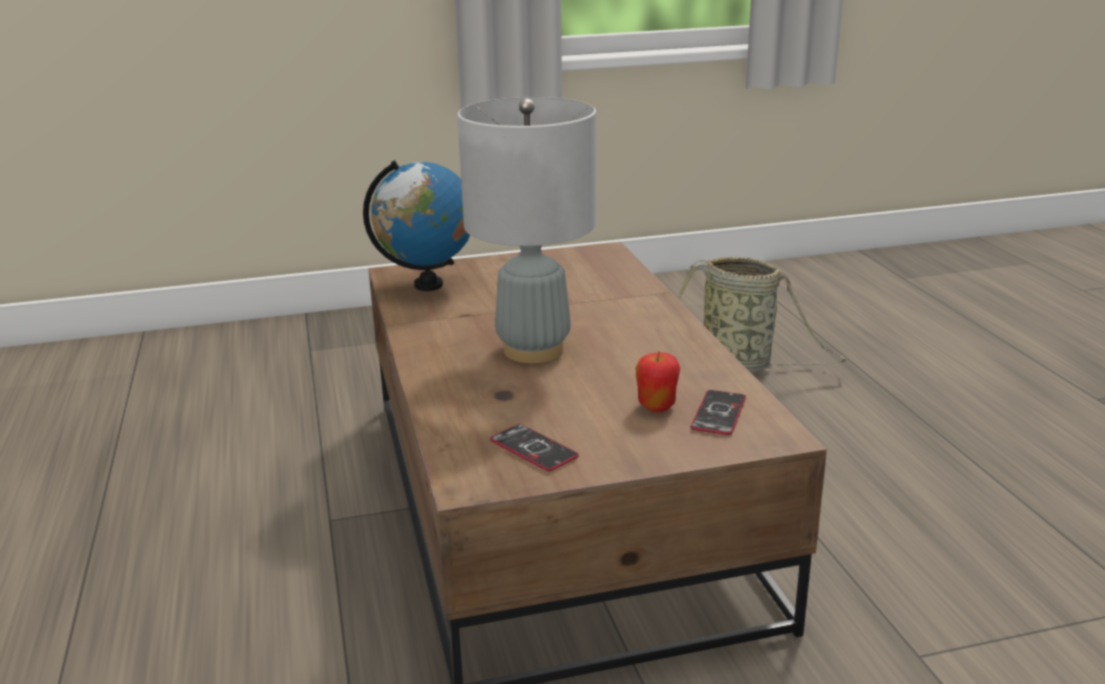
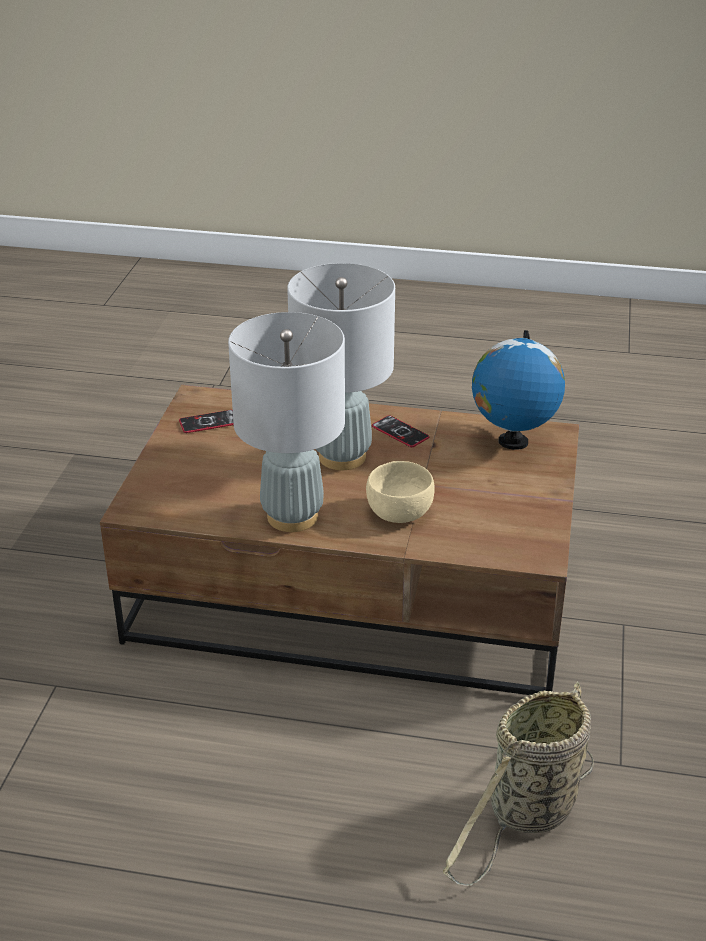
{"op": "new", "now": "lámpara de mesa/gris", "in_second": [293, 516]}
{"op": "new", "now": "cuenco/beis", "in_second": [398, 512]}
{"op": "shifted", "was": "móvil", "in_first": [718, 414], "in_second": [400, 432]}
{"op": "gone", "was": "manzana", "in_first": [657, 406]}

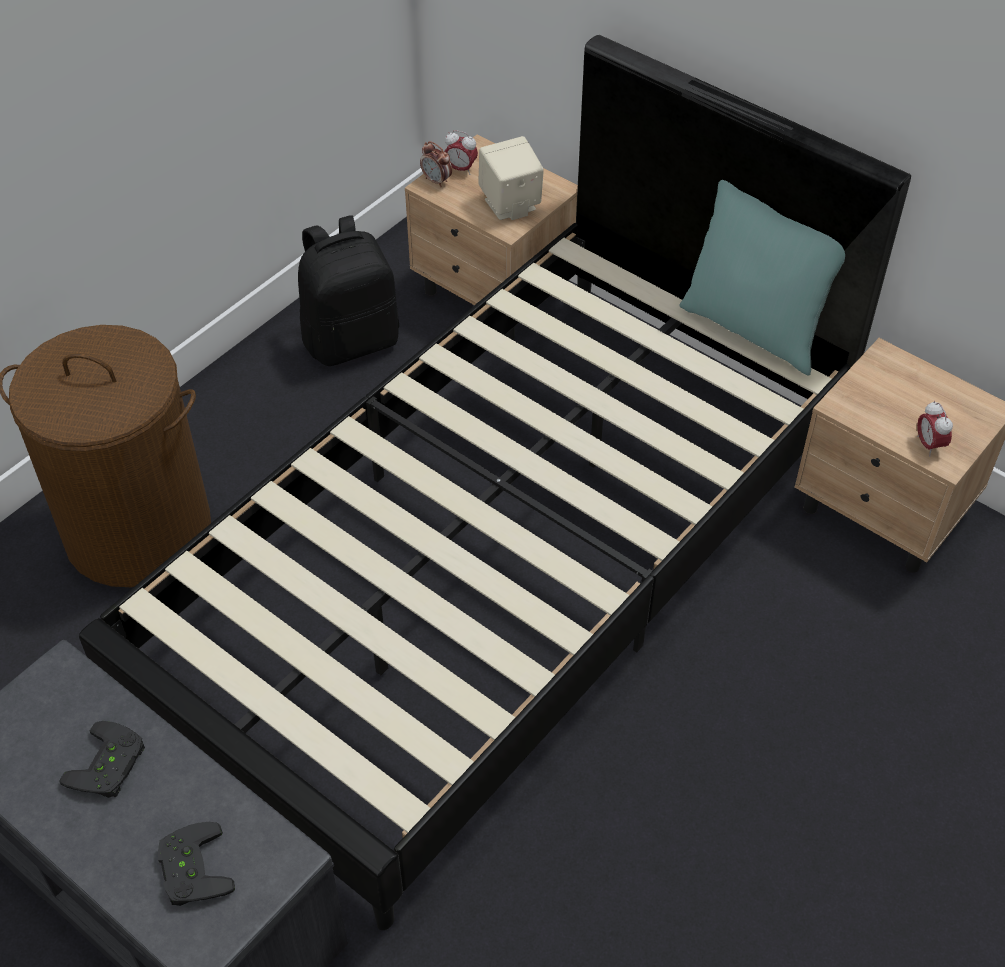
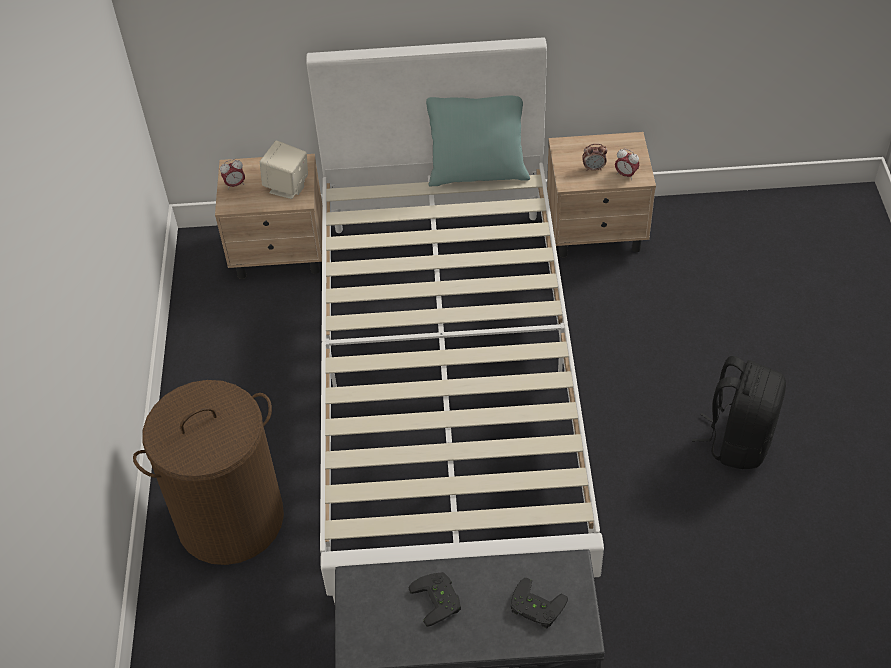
{"op": "repainted", "was": "cama/negro", "now": "cama/blanco", "in_first": [503, 563], "in_second": [448, 387]}
{"op": "shifted", "was": "despertador", "in_first": [436, 181], "in_second": [594, 168]}
{"op": "shifted", "was": "mochila/negro", "in_first": [352, 340], "in_second": [737, 440]}

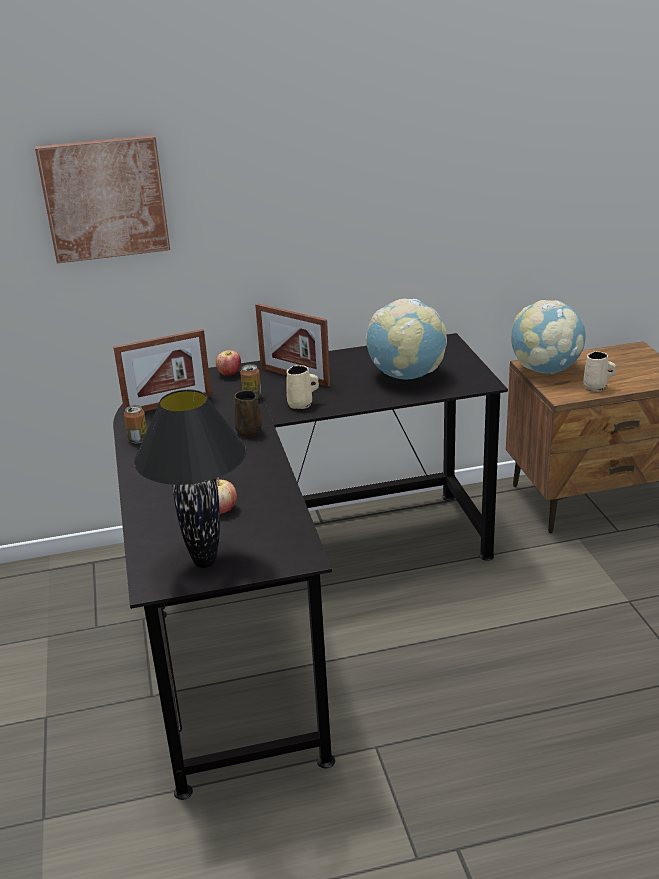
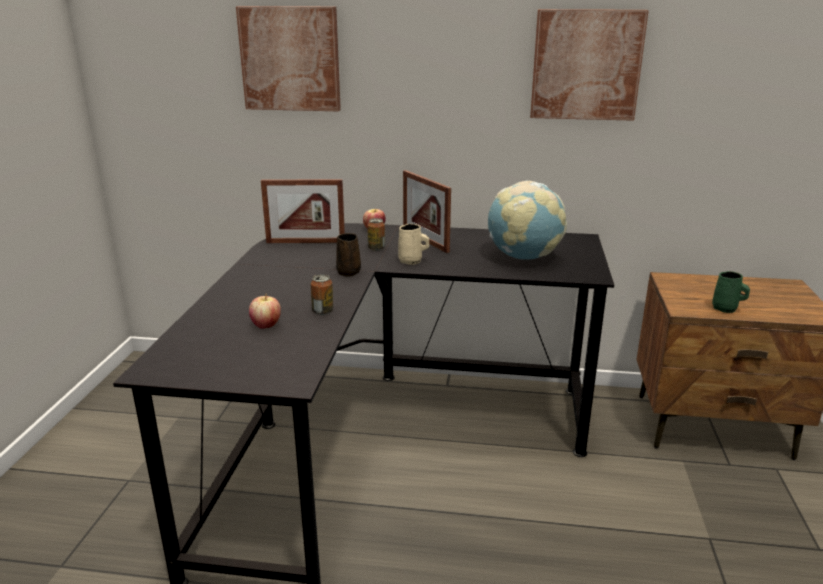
{"op": "shifted", "was": "lata", "in_first": [138, 439], "in_second": [322, 311]}
{"op": "new", "now": "cuadro", "in_second": [586, 65]}
{"op": "repainted", "was": "taza grande/beis", "now": "taza grande/verde", "in_first": [596, 387], "in_second": [726, 309]}
{"op": "gone", "was": "lámpara de mesa/negro", "in_first": [203, 562]}
{"op": "gone", "was": "globo terráqueo", "in_first": [545, 370]}

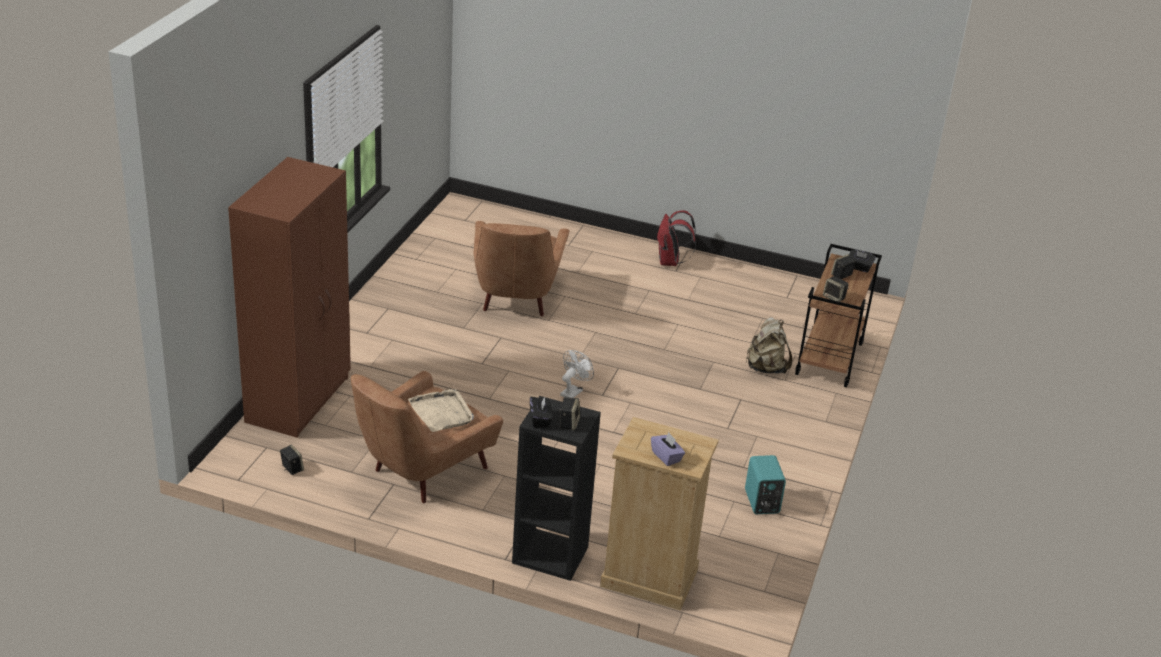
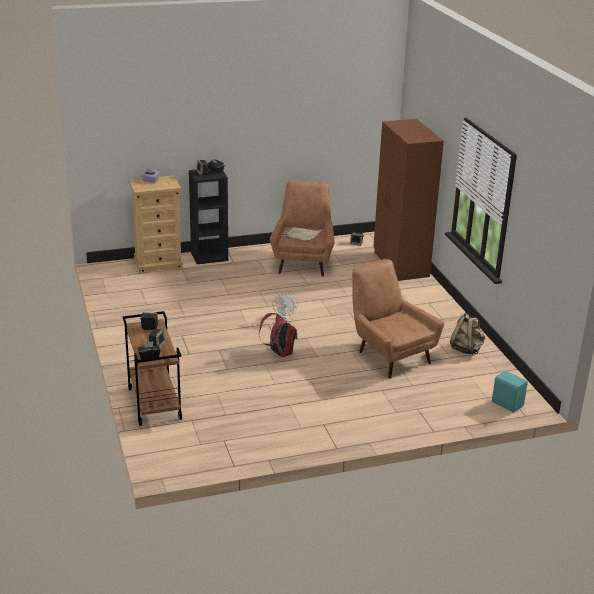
{"op": "shifted", "was": "mochila/rojo", "in_first": [670, 262], "in_second": [279, 353]}
{"op": "shifted", "was": "mochila/beis", "in_first": [766, 368], "in_second": [466, 349]}
{"op": "shifted", "was": "altavoz/turquesa", "in_first": [761, 502], "in_second": [507, 403]}

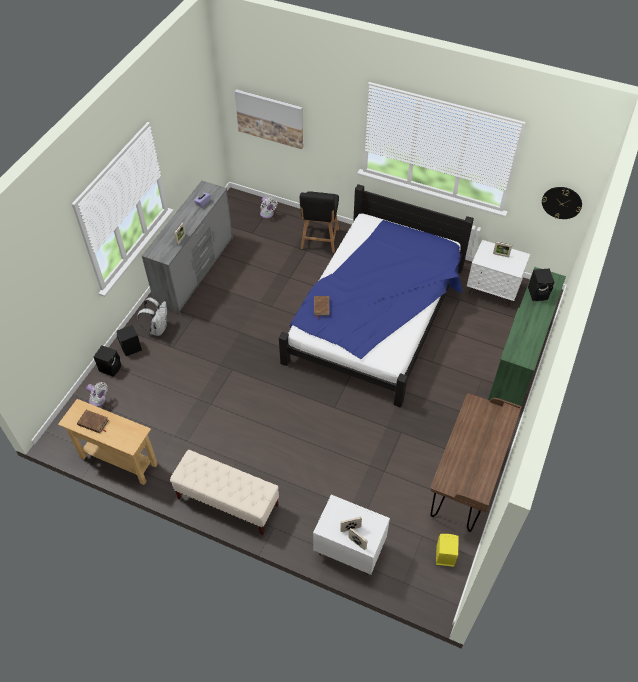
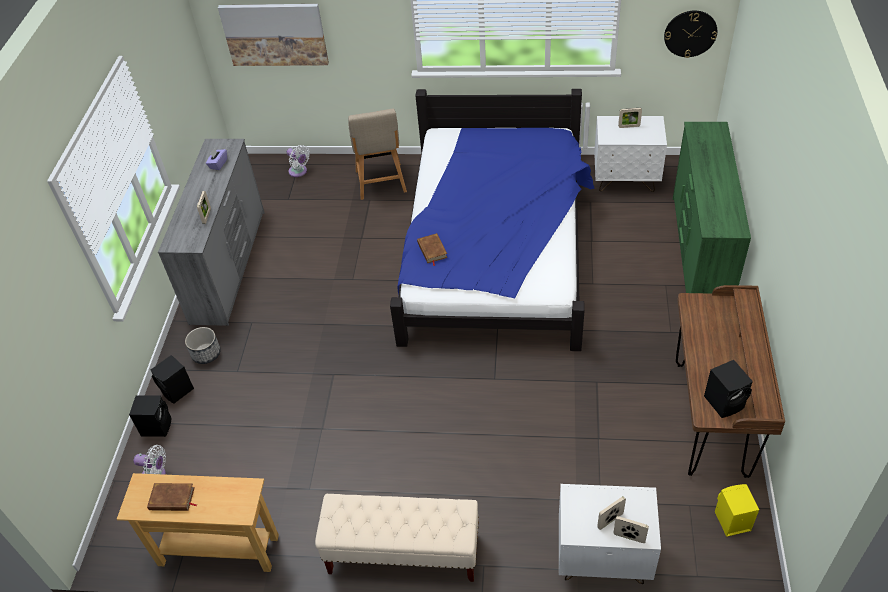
{"op": "swapped", "was": "mochila/blanco", "now": "maceta", "in_first": [158, 328], "in_second": [206, 353]}
{"op": "repainted", "was": "silla/negro", "now": "silla/beis", "in_first": [319, 240], "in_second": [381, 183]}
{"op": "shifted", "was": "altavoz/negro", "in_first": [538, 293], "in_second": [725, 402]}

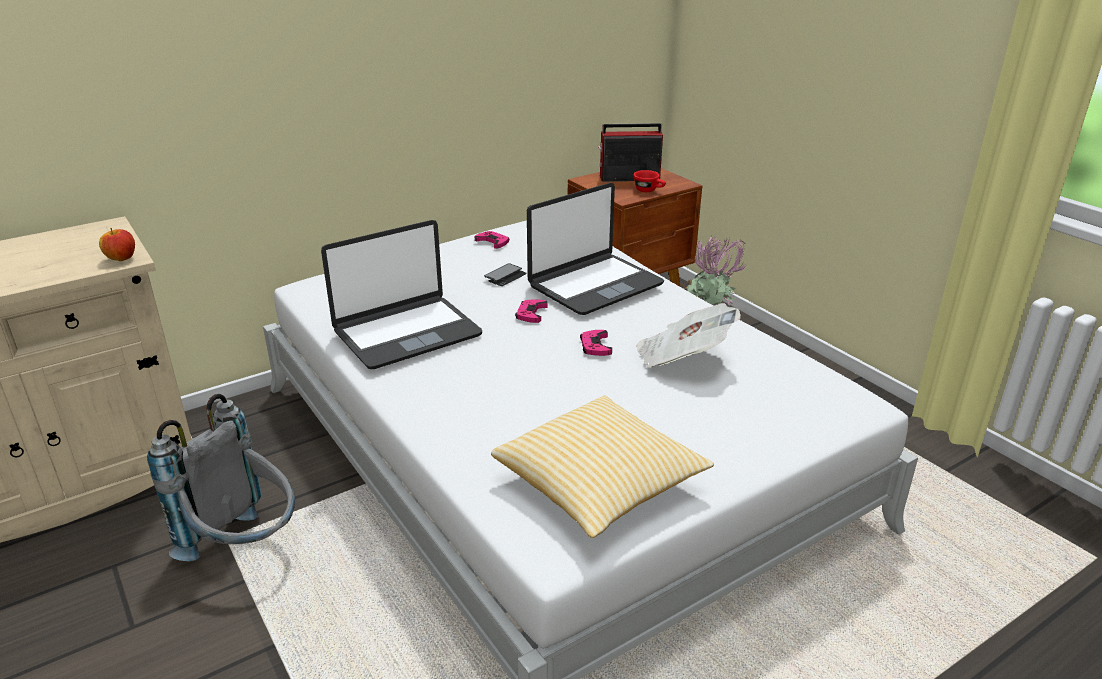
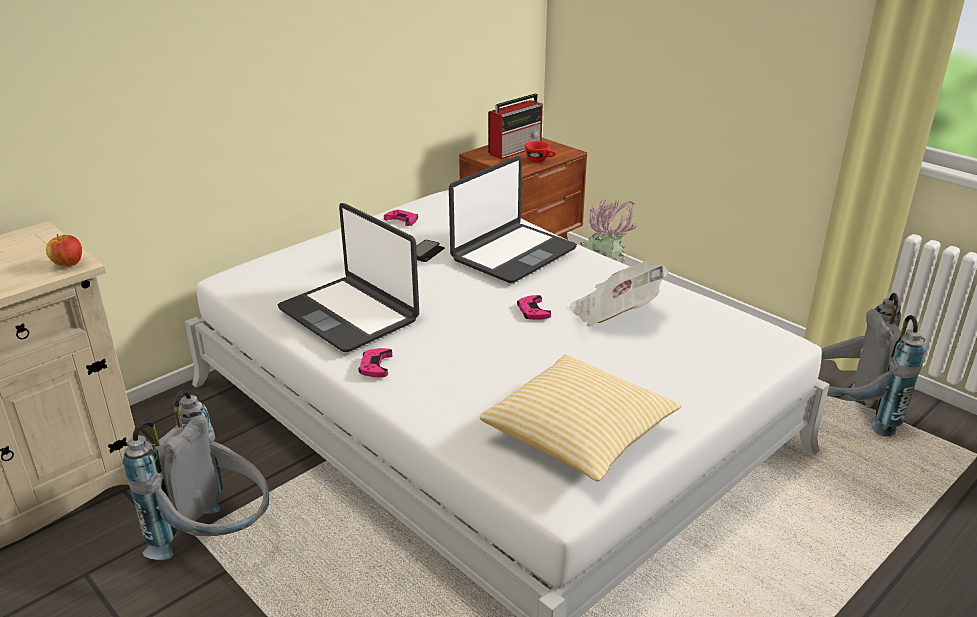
{"op": "rotated", "was": "portátil", "in_first": [406, 333], "in_second": [349, 314], "clockwise": 90}
{"op": "shifted", "was": "mando de consola/rosa", "in_first": [531, 314], "in_second": [375, 366]}
{"op": "rotated", "was": "radio", "in_first": [628, 178], "in_second": [516, 149], "clockwise": 150}
{"op": "new", "now": "mochila/gris", "in_second": [844, 416]}

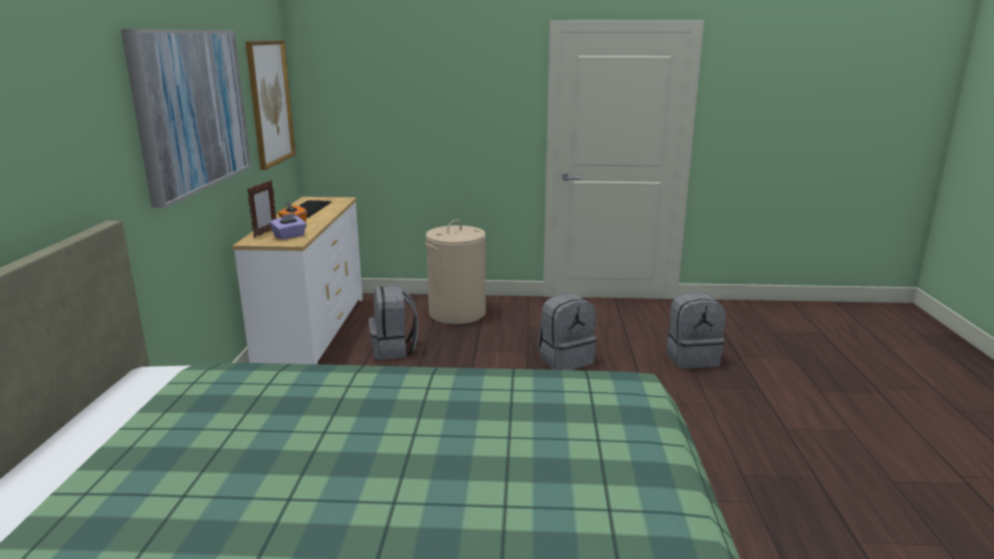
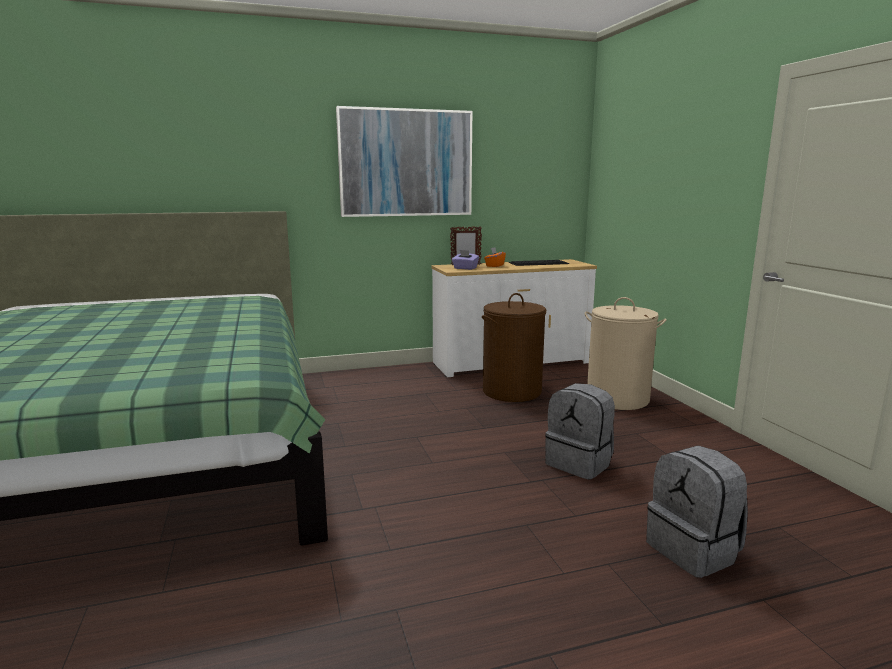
{"op": "swapped", "was": "mochila/gris", "now": "cesto de la ropa/marrón", "in_first": [394, 350], "in_second": [512, 391]}
{"op": "gone", "was": "cuadro", "in_first": [270, 103]}

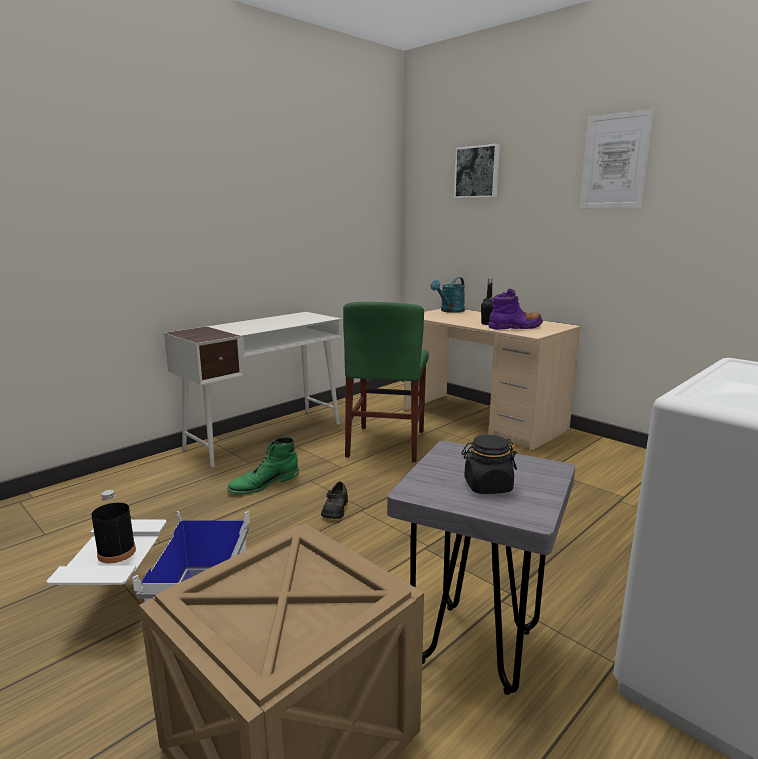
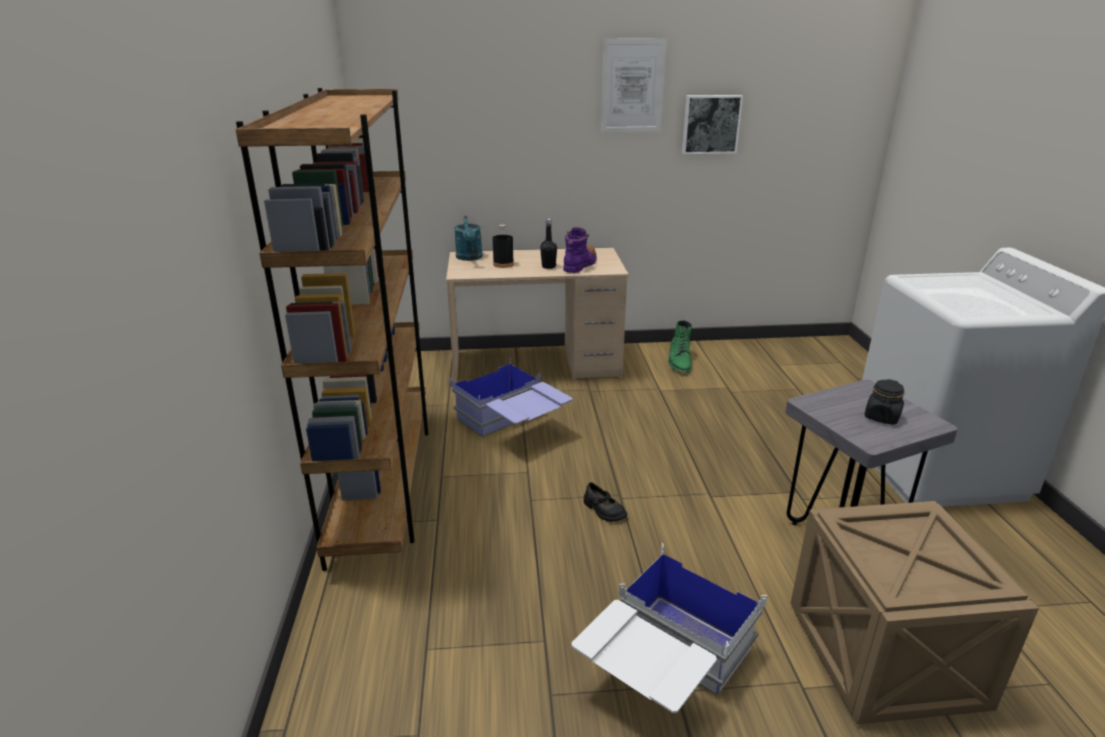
{"op": "swapped", "was": "escritorio/blanco", "now": "estantería/marrón", "in_first": [266, 435], "in_second": [383, 483]}
{"op": "swapped", "was": "silla/verde", "now": "caja de almacenaje/azul", "in_first": [386, 443], "in_second": [512, 428]}
{"op": "shifted", "was": "botella/negro", "in_first": [116, 552], "in_second": [503, 264]}
{"op": "shifted", "was": "bota/verde", "in_first": [263, 483], "in_second": [679, 362]}
{"op": "shifted", "was": "cuadro", "in_first": [477, 172], "in_second": [710, 124]}

